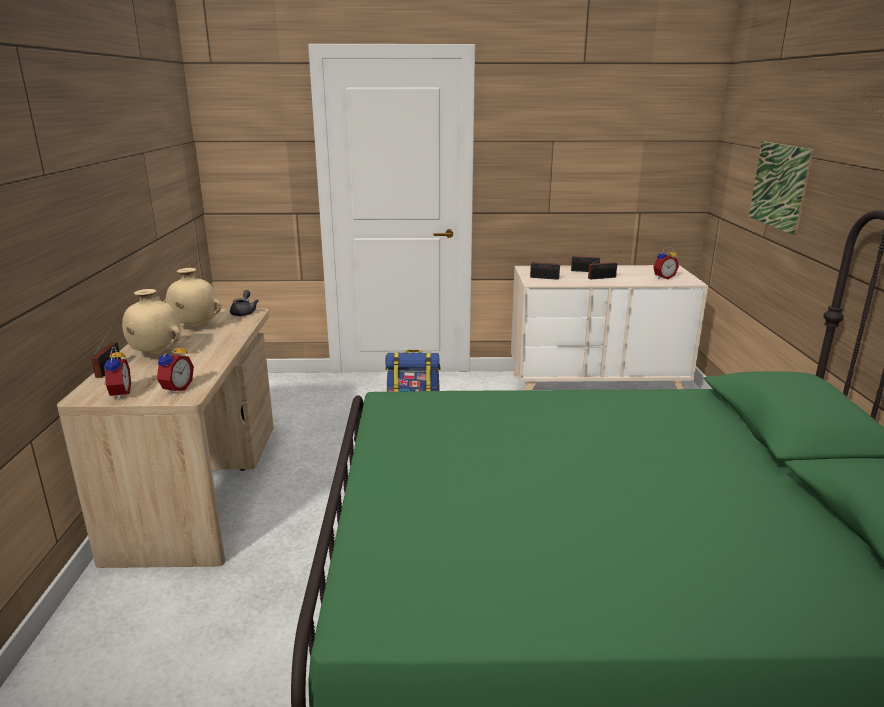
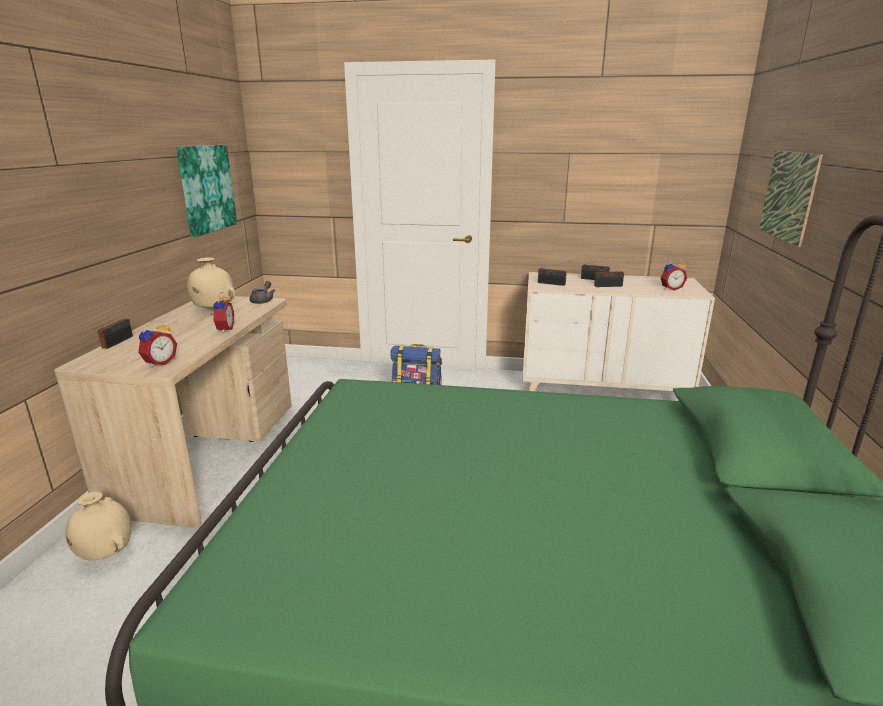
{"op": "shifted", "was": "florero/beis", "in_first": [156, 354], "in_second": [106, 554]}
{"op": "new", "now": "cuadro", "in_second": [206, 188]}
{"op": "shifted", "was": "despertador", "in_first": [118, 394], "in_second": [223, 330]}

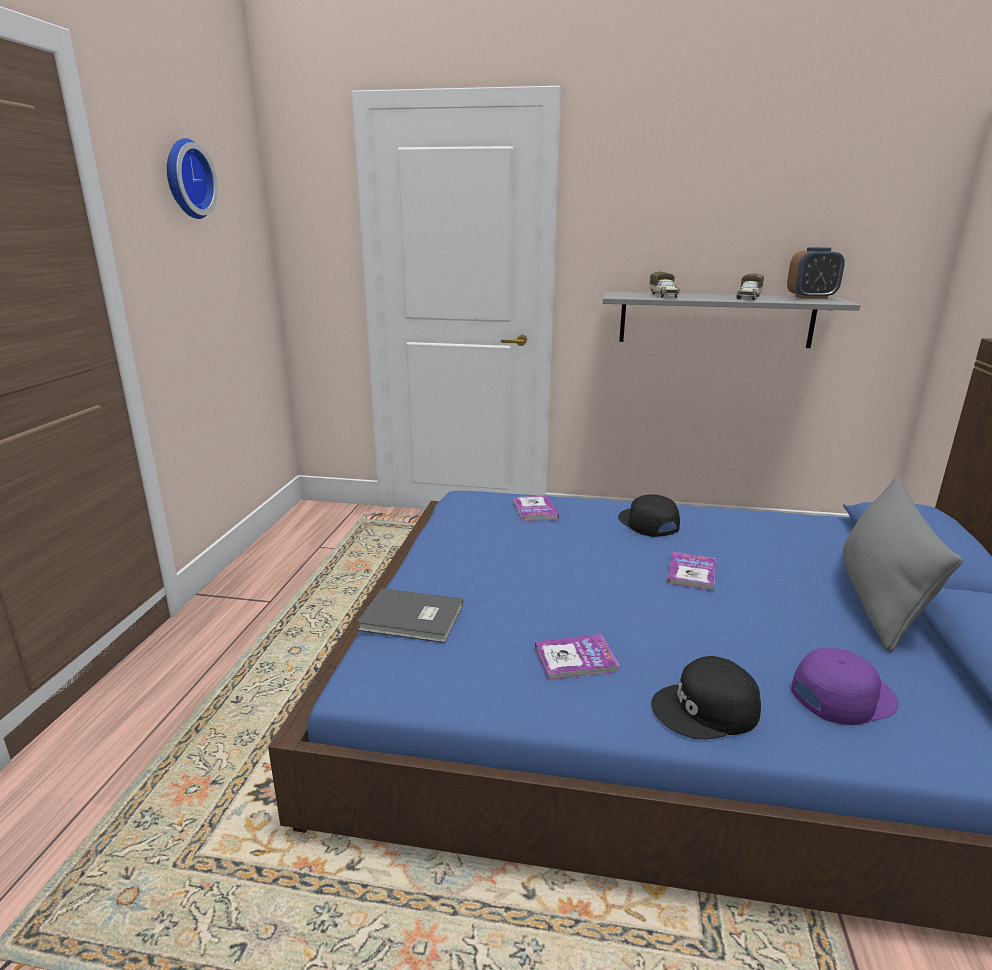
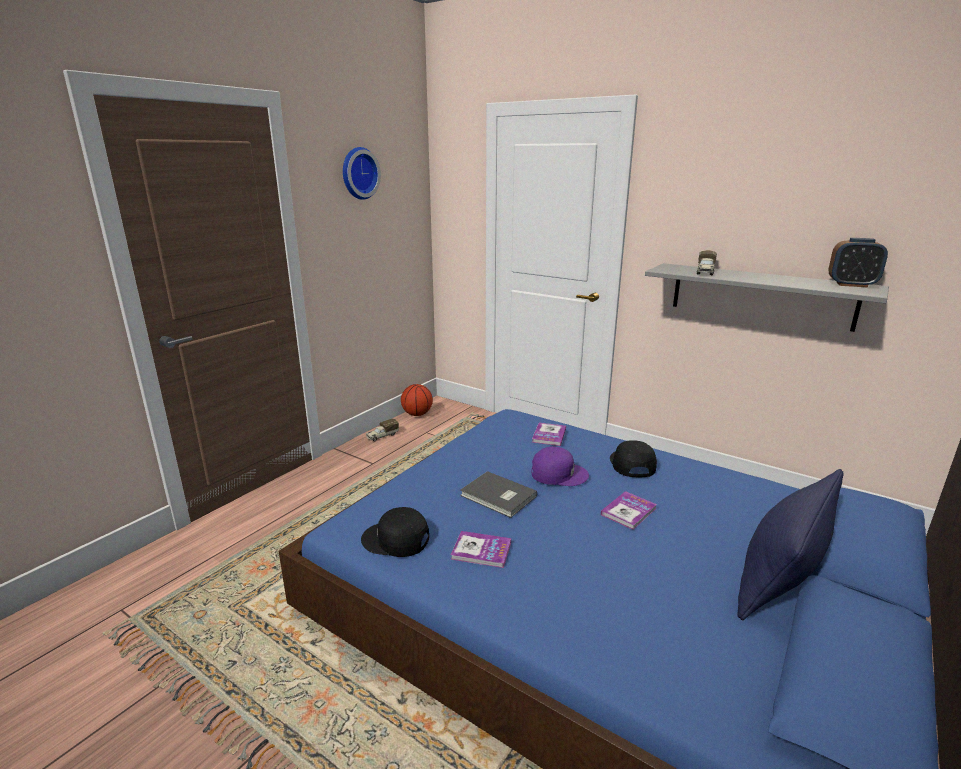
{"op": "shifted", "was": "gorra/negro", "in_first": [706, 710], "in_second": [395, 540]}
{"op": "shifted", "was": "camión de juguete", "in_first": [748, 298], "in_second": [382, 436]}
{"op": "new", "now": "balón de baloncesto", "in_second": [417, 414]}
{"op": "shifted", "was": "libro/gris", "in_first": [412, 619], "in_second": [498, 497]}
{"op": "shifted", "was": "gorra/morado", "in_first": [841, 695], "in_second": [558, 473]}
{"op": "repainted", "was": "cojín/gris", "now": "cojín/azul", "in_first": [878, 598], "in_second": [781, 575]}

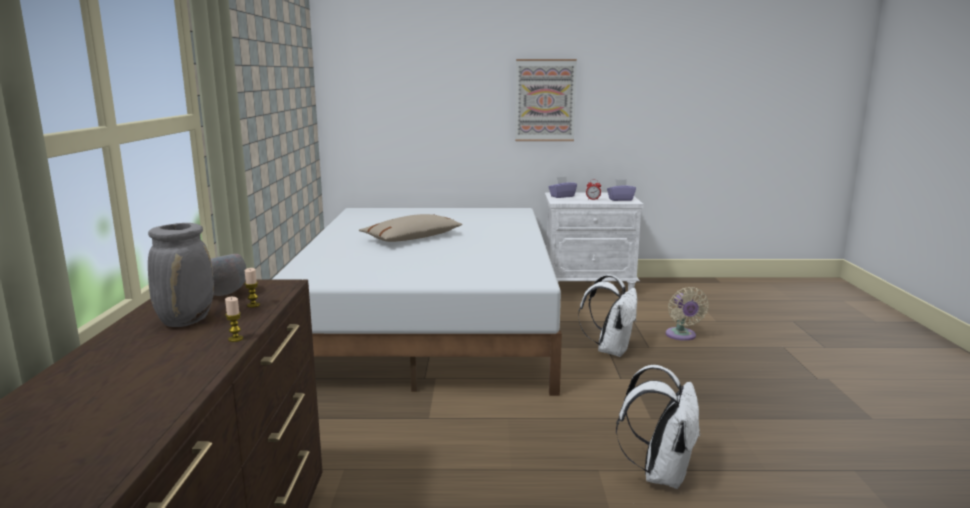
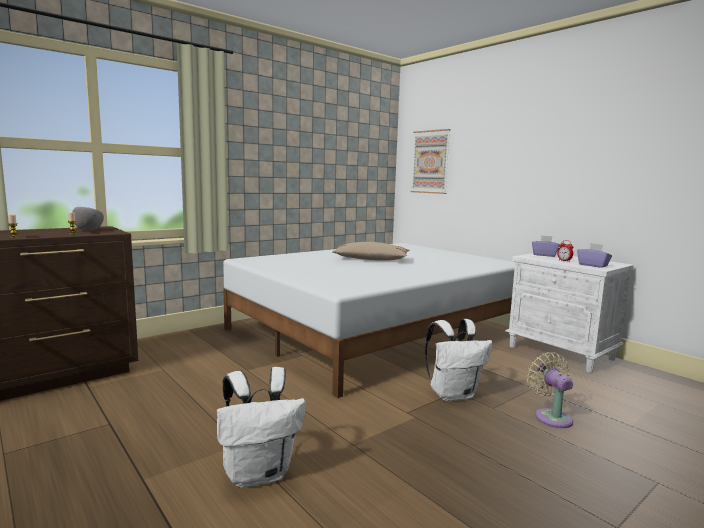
{"op": "shifted", "was": "cuadro", "in_first": [545, 100], "in_second": [430, 162]}
{"op": "rotated", "was": "ventilador/beis", "in_first": [681, 336], "in_second": [551, 416], "clockwise": 120}
{"op": "gone", "was": "florero/gris", "in_first": [187, 321]}

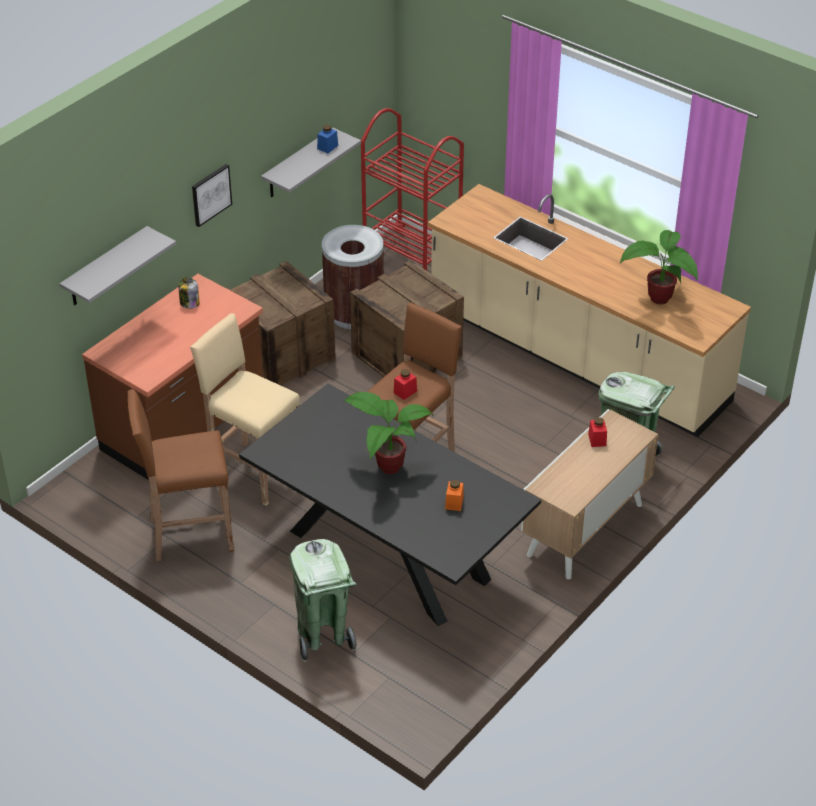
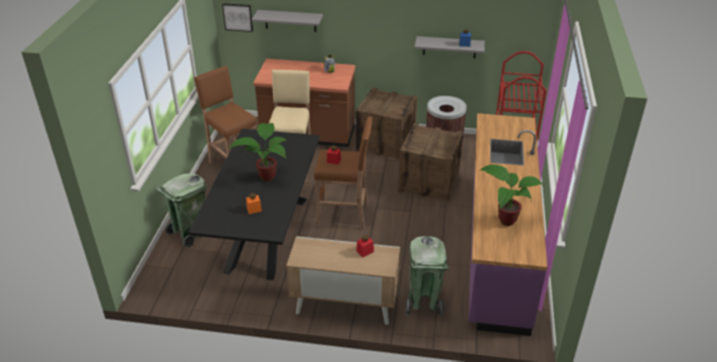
{"op": "shifted", "was": "cuadro", "in_first": [210, 194], "in_second": [238, 17]}
{"op": "repainted", "was": "mueble bajo de cocina/beis", "now": "mueble bajo de cocina/morado", "in_first": [576, 356], "in_second": [496, 246]}

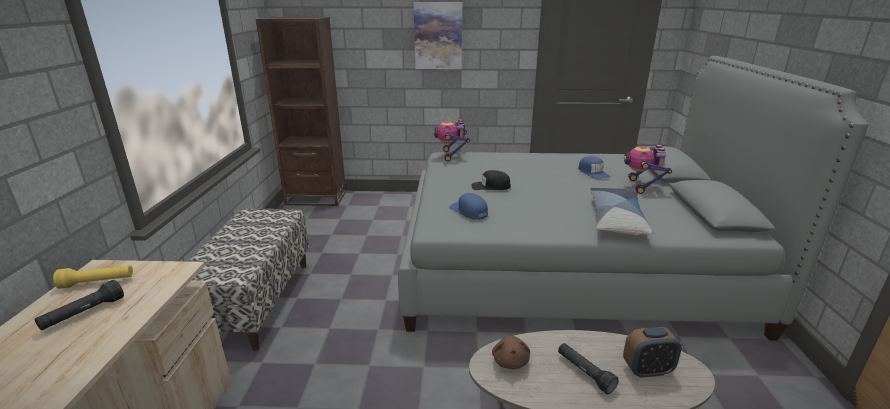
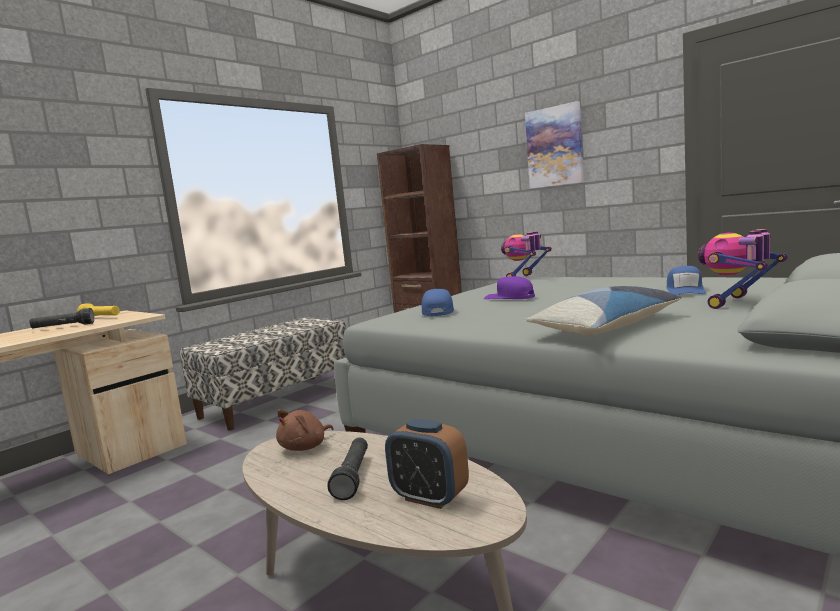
{"op": "repainted", "was": "gorra/negro", "now": "gorra/morado", "in_first": [490, 186], "in_second": [509, 297]}

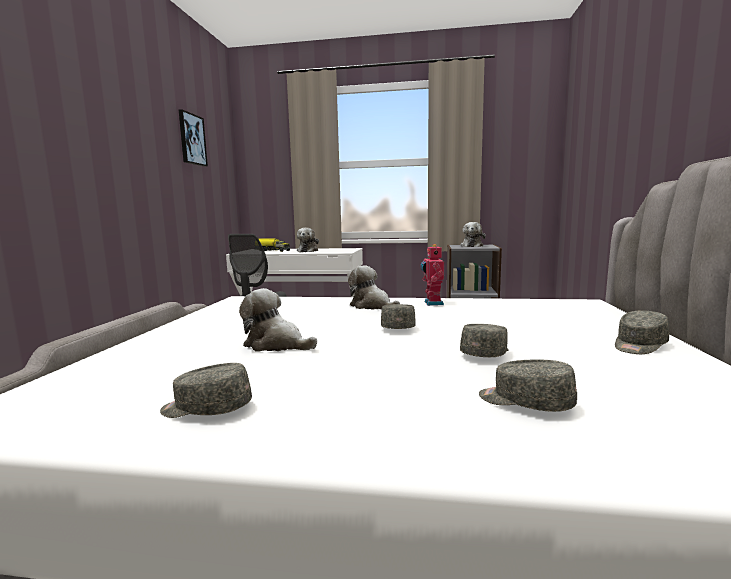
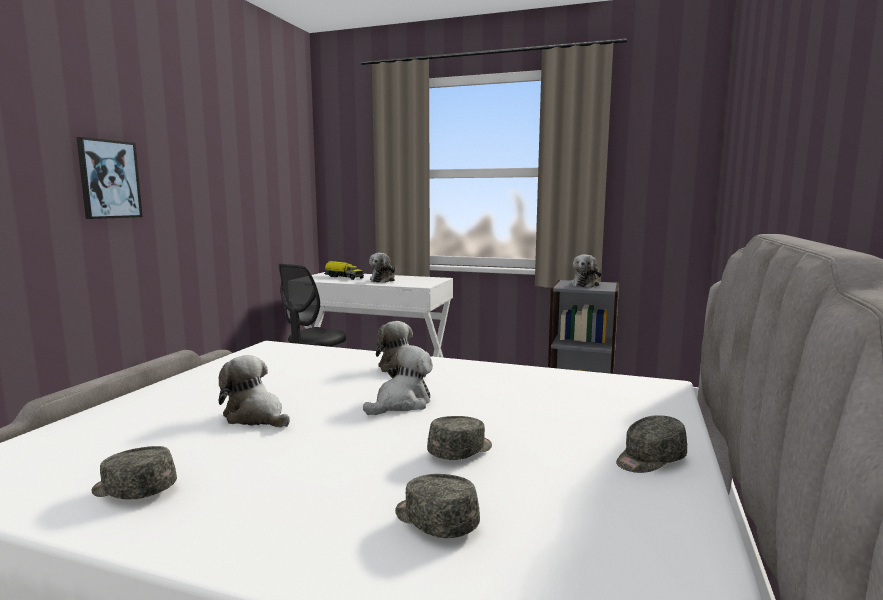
{"op": "shifted", "was": "cuadro", "in_first": [192, 139], "in_second": [109, 179]}
{"op": "swapped", "was": "gorra/gris", "now": "peluche", "in_first": [397, 327], "in_second": [402, 403]}
{"op": "gone", "was": "robot de juguete", "in_first": [432, 303]}

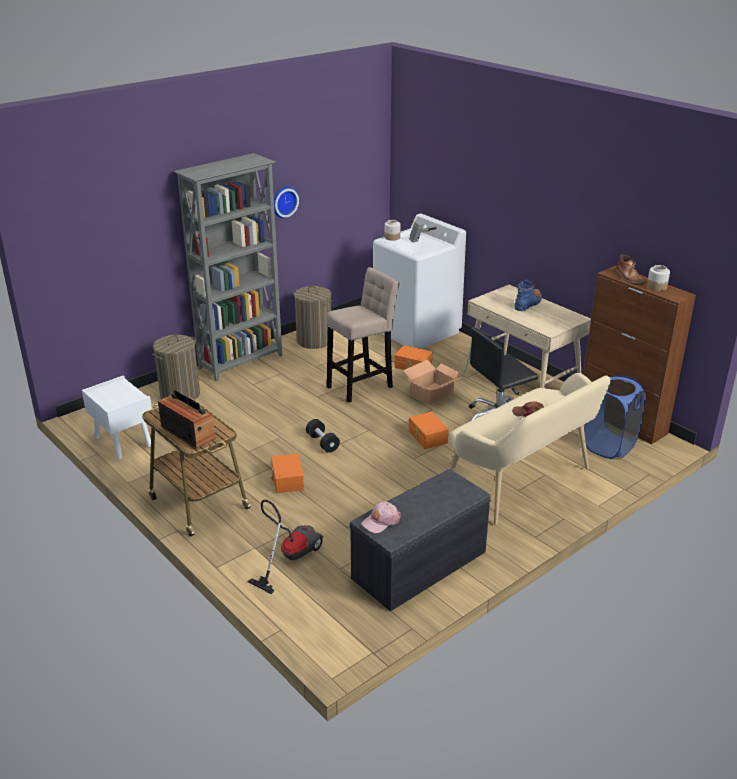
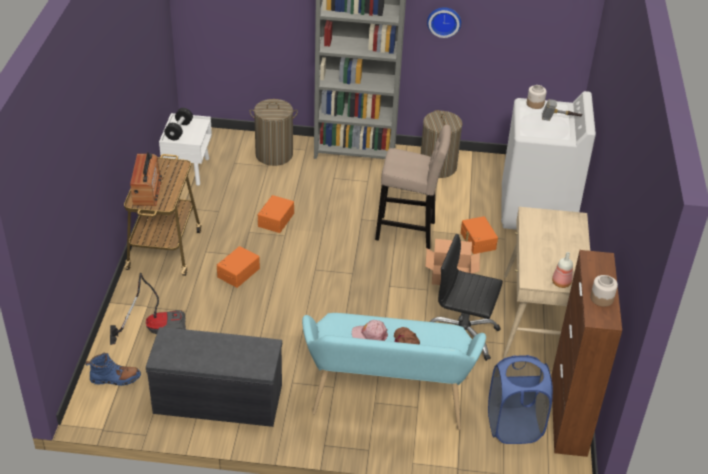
{"op": "shifted", "was": "bota/azul", "in_first": [528, 304], "in_second": [115, 379]}
{"op": "shifted", "was": "mancuerna/negro", "in_first": [322, 443], "in_second": [179, 130]}
{"op": "shifted", "was": "caja de almacenaje/naranja", "in_first": [427, 437], "in_second": [275, 219]}
{"op": "repainted", "was": "banco/beis", "now": "banco/turquesa", "in_first": [523, 484], "in_second": [387, 401]}
{"op": "shifted", "was": "gorra/rosa", "in_first": [381, 521], "in_second": [370, 335]}
{"op": "new", "now": "botella", "in_second": [560, 283]}
{"op": "gone", "was": "bota/marrón", "in_first": [629, 278]}

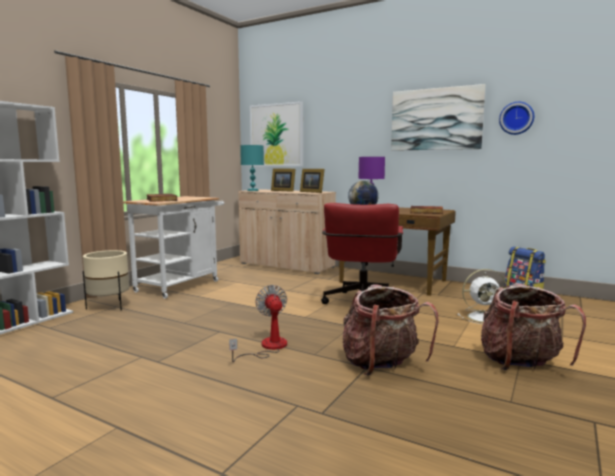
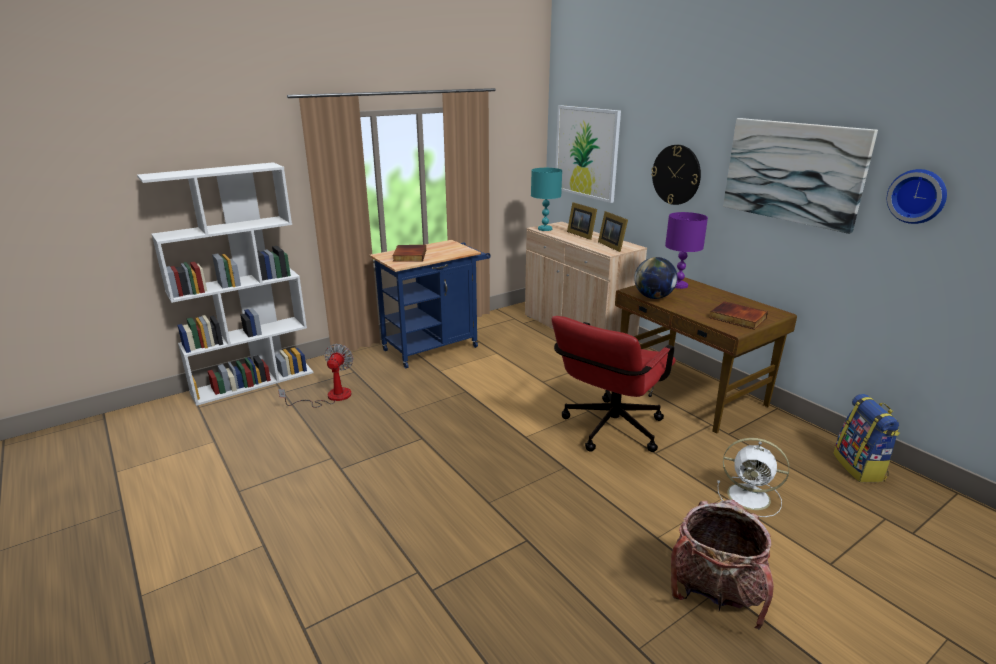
{"op": "shifted", "was": "ventilador", "in_first": [267, 347], "in_second": [330, 397]}
{"op": "repainted", "was": "carrito/blanco", "now": "carrito/azul", "in_first": [181, 285], "in_second": [435, 347]}
{"op": "new", "now": "reloj de pared", "in_second": [676, 174]}
{"op": "gone", "was": "maceta/beis", "in_first": [109, 306]}
{"op": "gone", "was": "mochila", "in_first": [381, 365]}

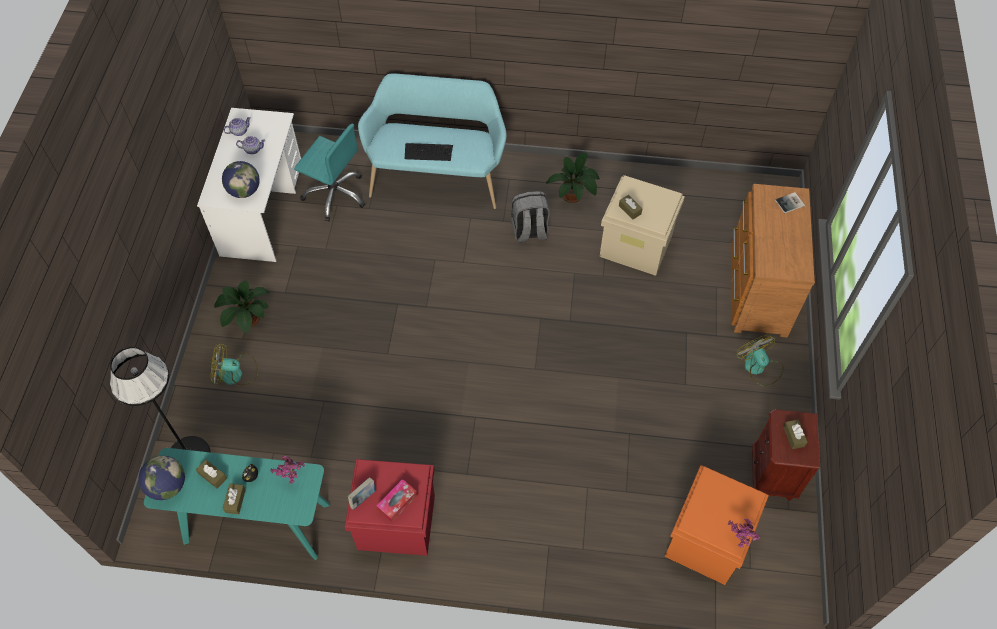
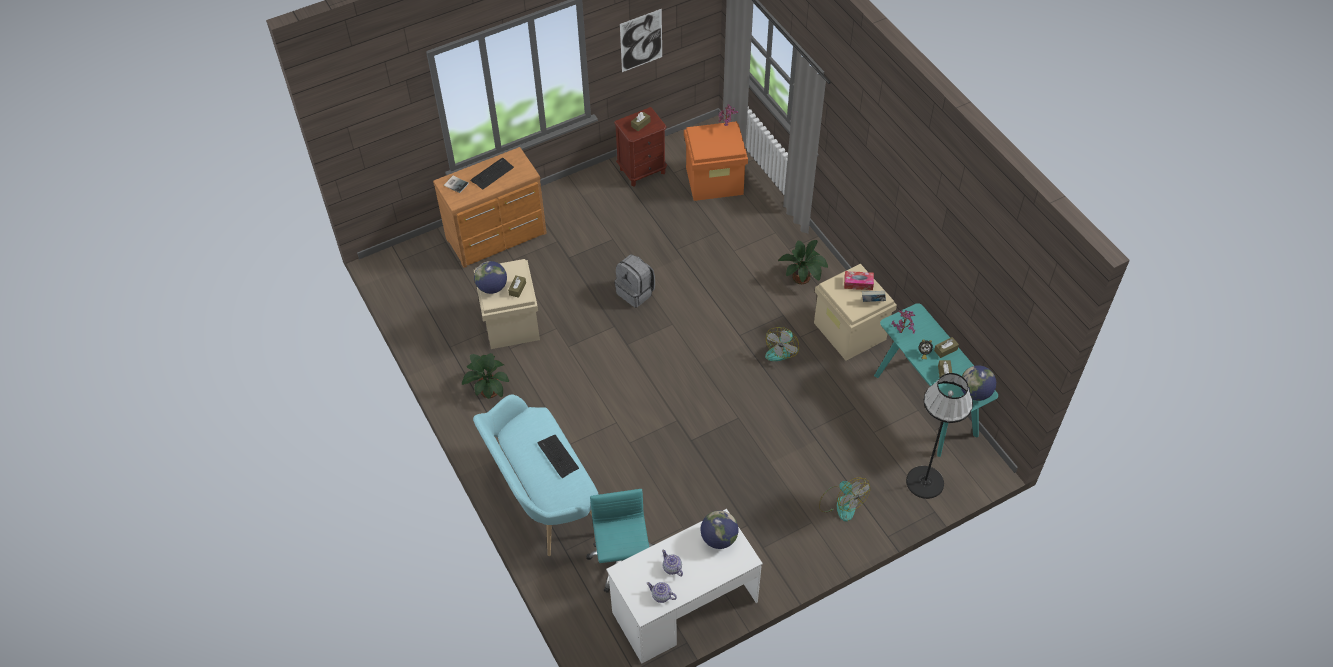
{"op": "new", "now": "teclado", "in_second": [492, 174]}
{"op": "new", "now": "globo terráqueo", "in_second": [492, 287]}
{"op": "shifted", "was": "mochila/gris", "in_first": [529, 231], "in_second": [636, 292]}
{"op": "new", "now": "cuadro", "in_second": [641, 40]}
{"op": "shifted", "was": "ventilador", "in_first": [758, 367], "in_second": [781, 349]}
{"op": "shifted", "was": "planta en maceta", "in_first": [247, 320], "in_second": [803, 277]}
{"op": "repainted", "was": "caja de almacenaje/rojo", "now": "caja de almacenaje/beis", "in_first": [395, 522], "in_second": [850, 331]}

